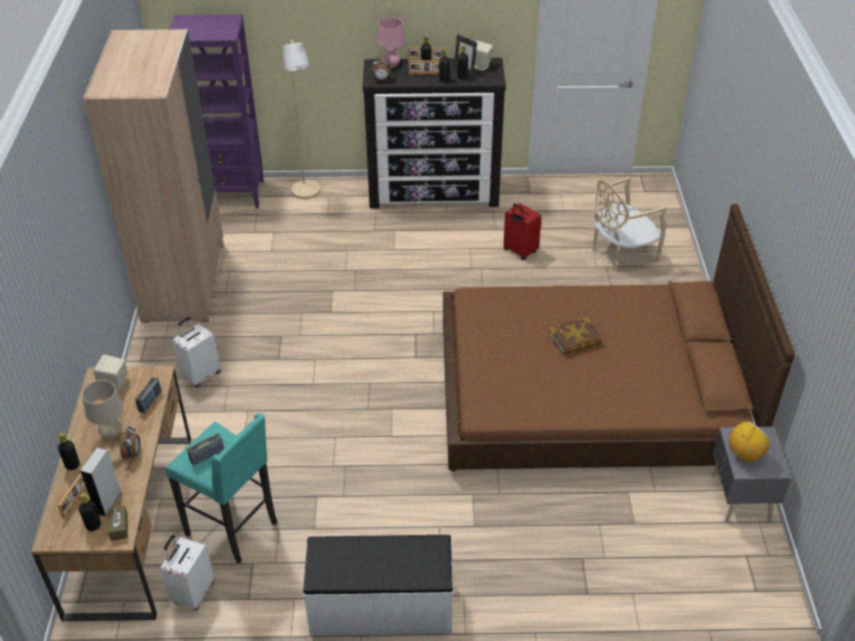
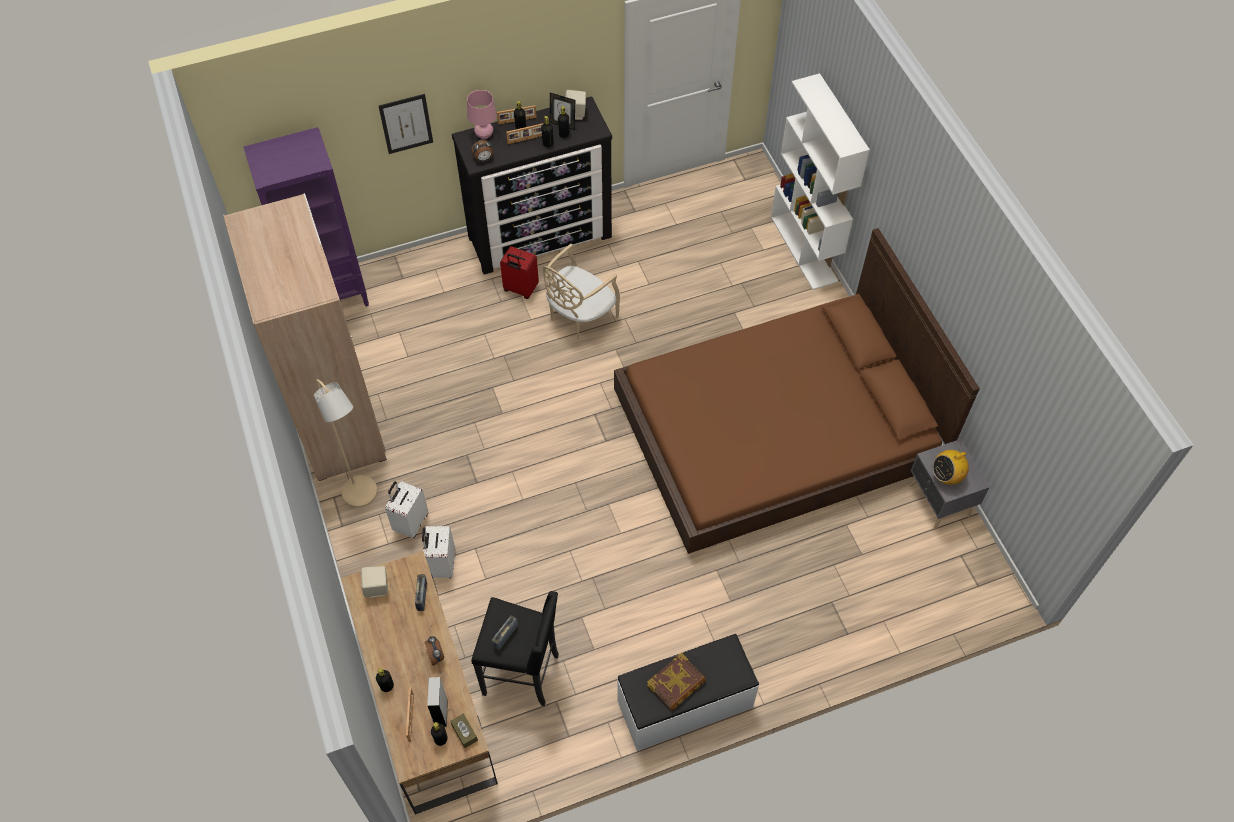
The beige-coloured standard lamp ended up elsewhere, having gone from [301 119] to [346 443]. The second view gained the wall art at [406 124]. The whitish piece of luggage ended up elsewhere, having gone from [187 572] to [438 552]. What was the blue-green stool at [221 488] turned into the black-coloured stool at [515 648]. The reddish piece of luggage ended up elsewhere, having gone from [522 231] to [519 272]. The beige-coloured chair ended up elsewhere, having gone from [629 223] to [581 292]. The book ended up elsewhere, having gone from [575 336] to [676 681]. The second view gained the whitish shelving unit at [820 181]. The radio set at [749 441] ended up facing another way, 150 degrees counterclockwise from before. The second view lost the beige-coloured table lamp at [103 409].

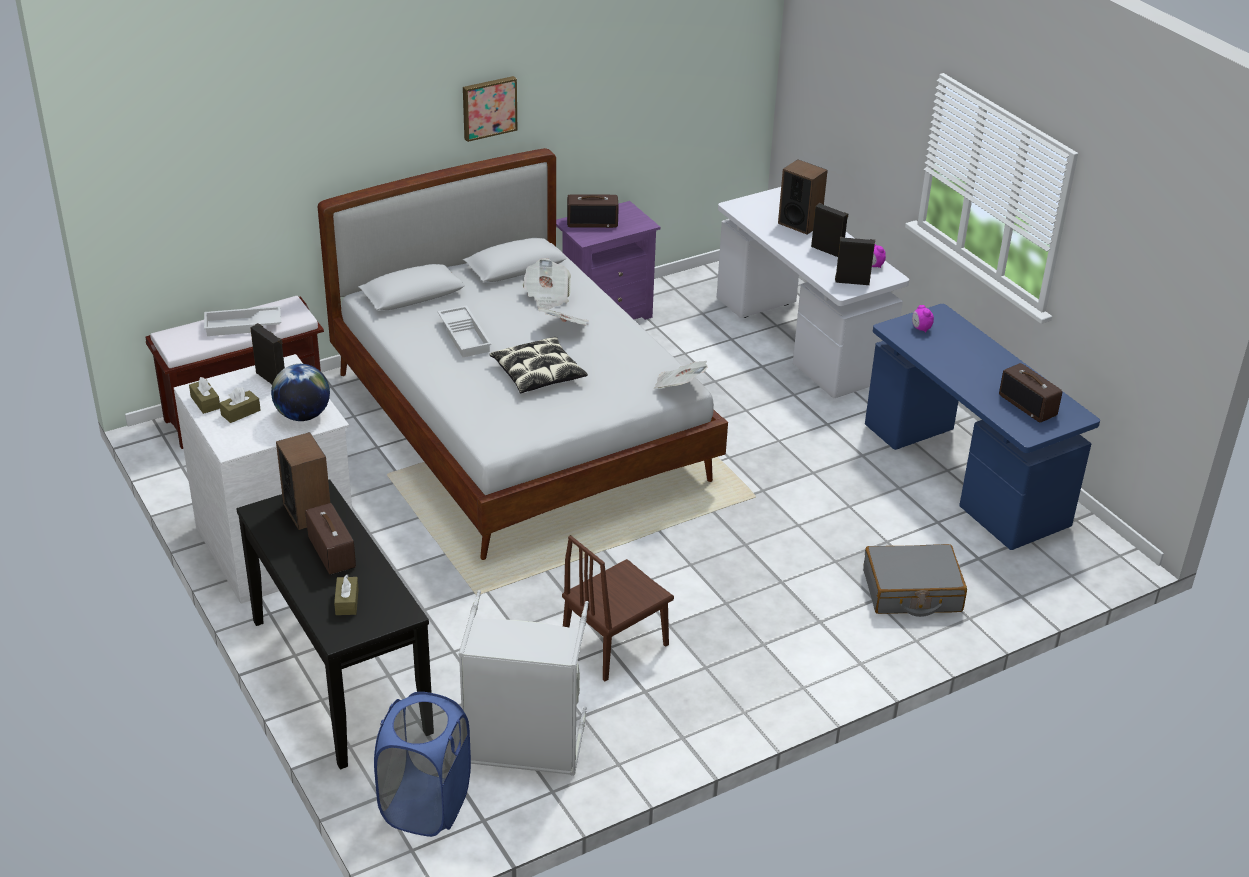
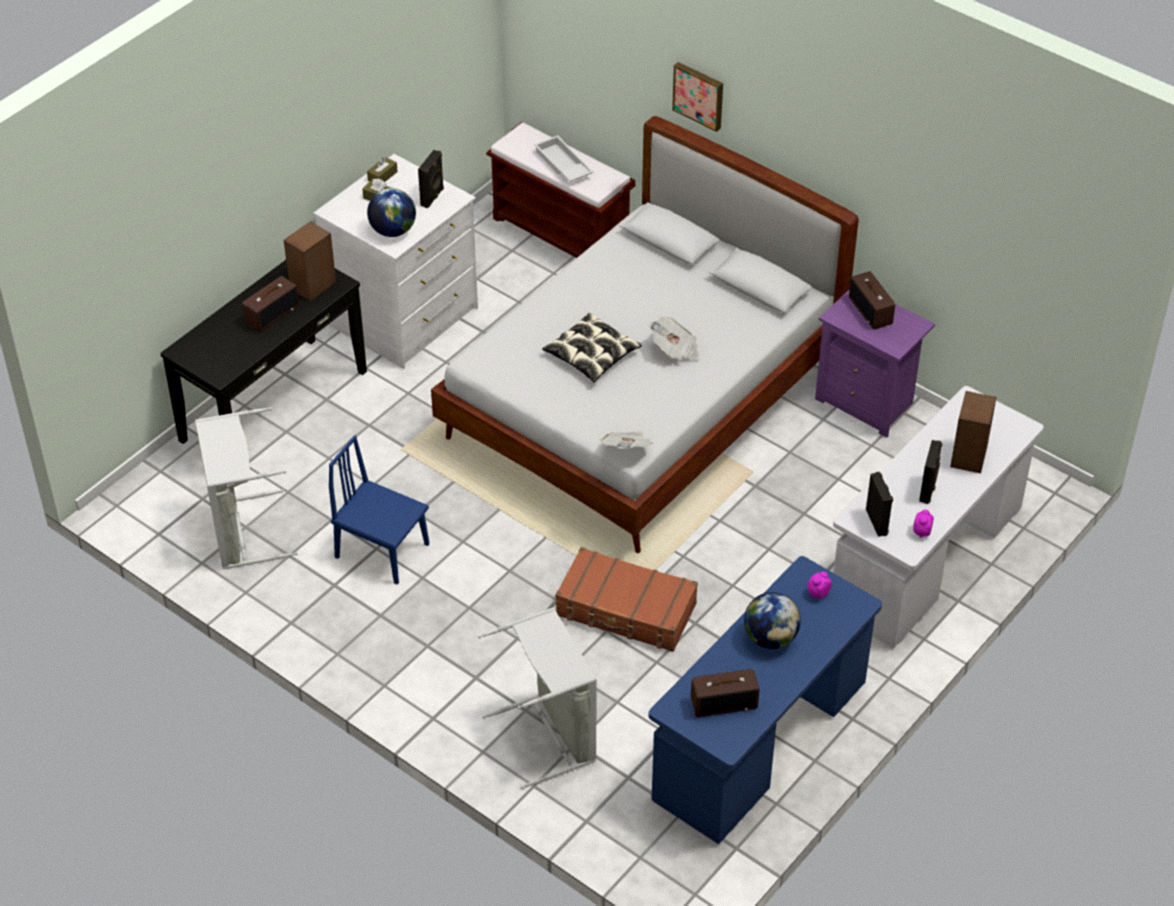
What was the brown chair at [618 608] turned into the blue-coloured chair at [379 509]. Where the grey piece of luggage stood at [915 580], the grey laundry basket came to stand at [537 698]. The second view gained the brown piece of luggage at [626 599]. The wall art ended up elsewhere, having gone from [490 109] to [697 97]. The radio set at [1030 392] ended up facing another way, 135 degrees counterclockwise from before. The second view gained the world globe at [772 620]. The second view lost the brown tissue holder at [346 594]. The second view lost the blue-coloured laundry basket at [422 764]. The second view lost the whitish tray at [464 331]. The second view lost the newspaper at [547 284].

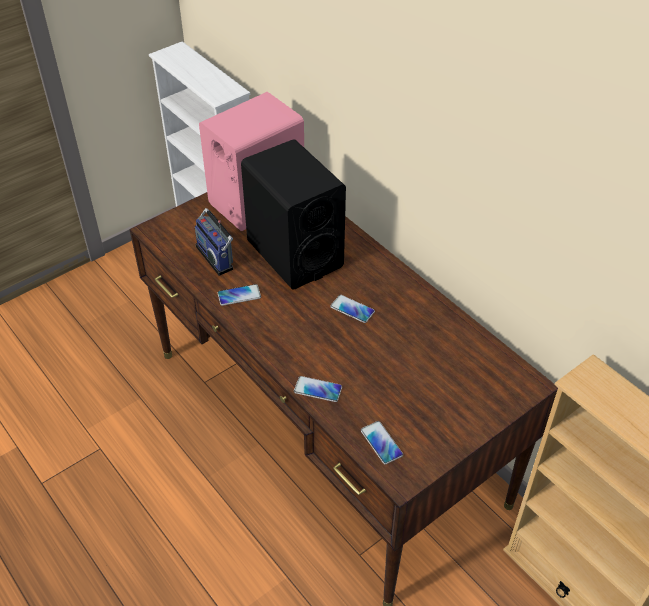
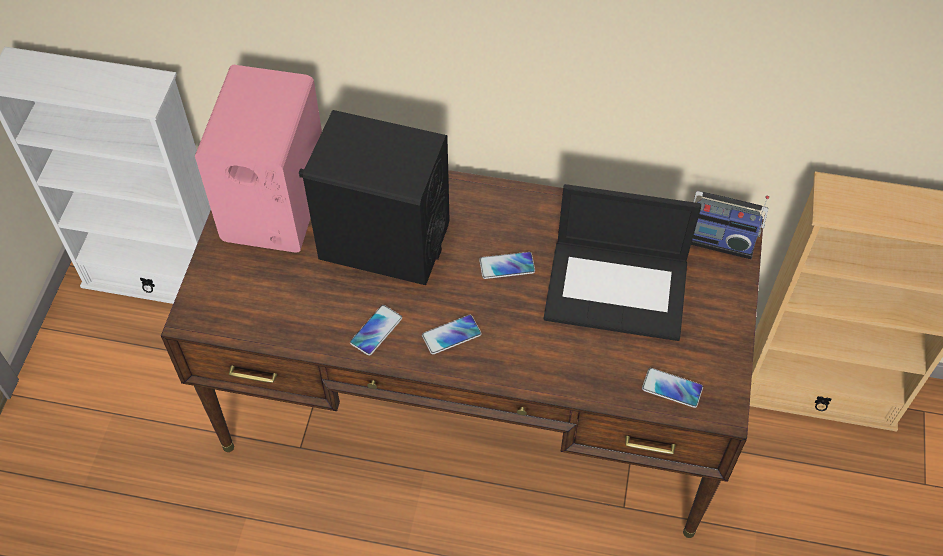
The handset ended up elsewhere, having gone from [318 389] to [451 334]. The second view gained the portable computer at [622 262]. The radio set ended up elsewhere, having gone from [214 242] to [730 225].

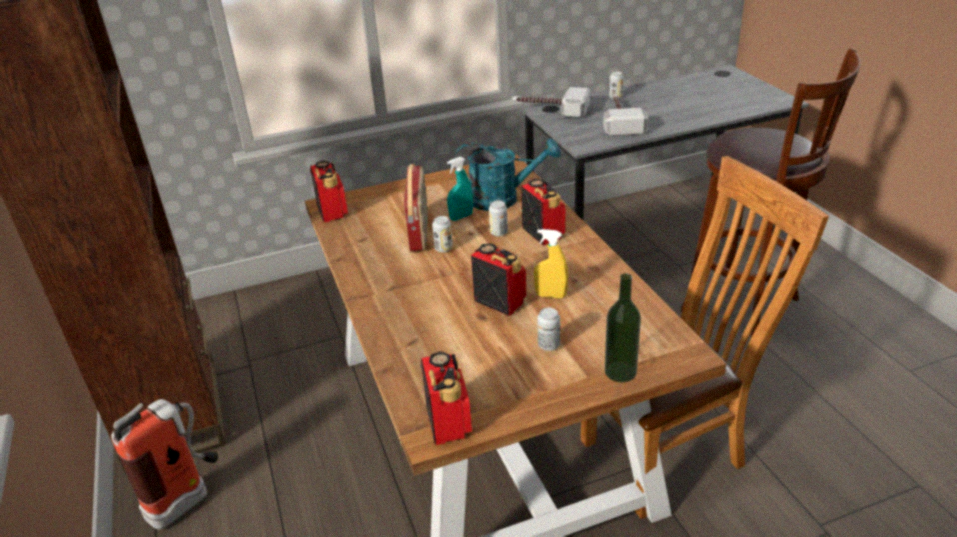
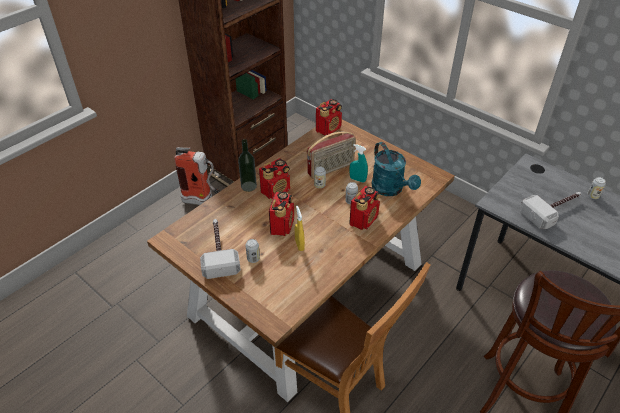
The hand hammer ended up elsewhere, having gone from [551 102] to [220 249]. The beverage bottle ended up elsewhere, having gone from [623 327] to [247 165]. The radio set ended up elsewhere, having gone from [446 398] to [274 178].

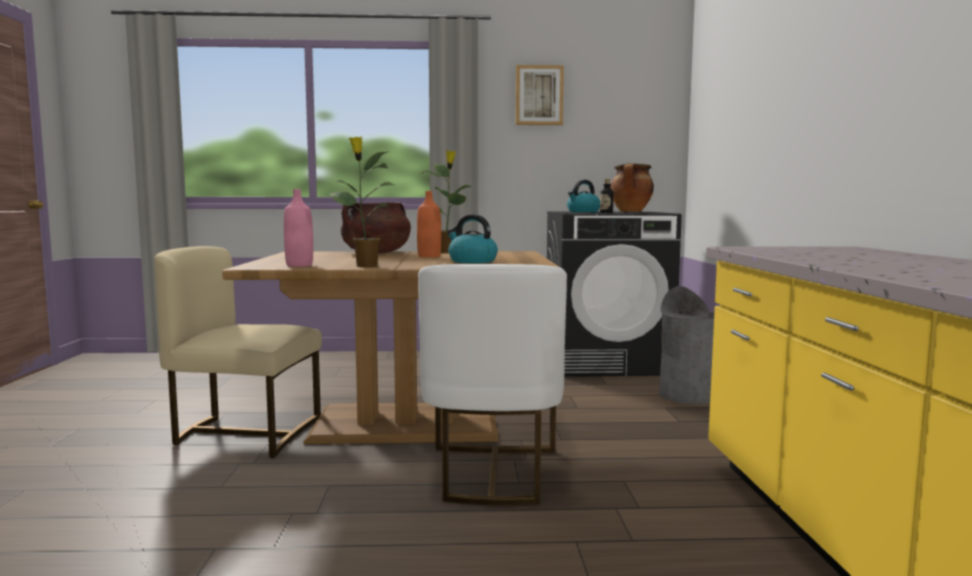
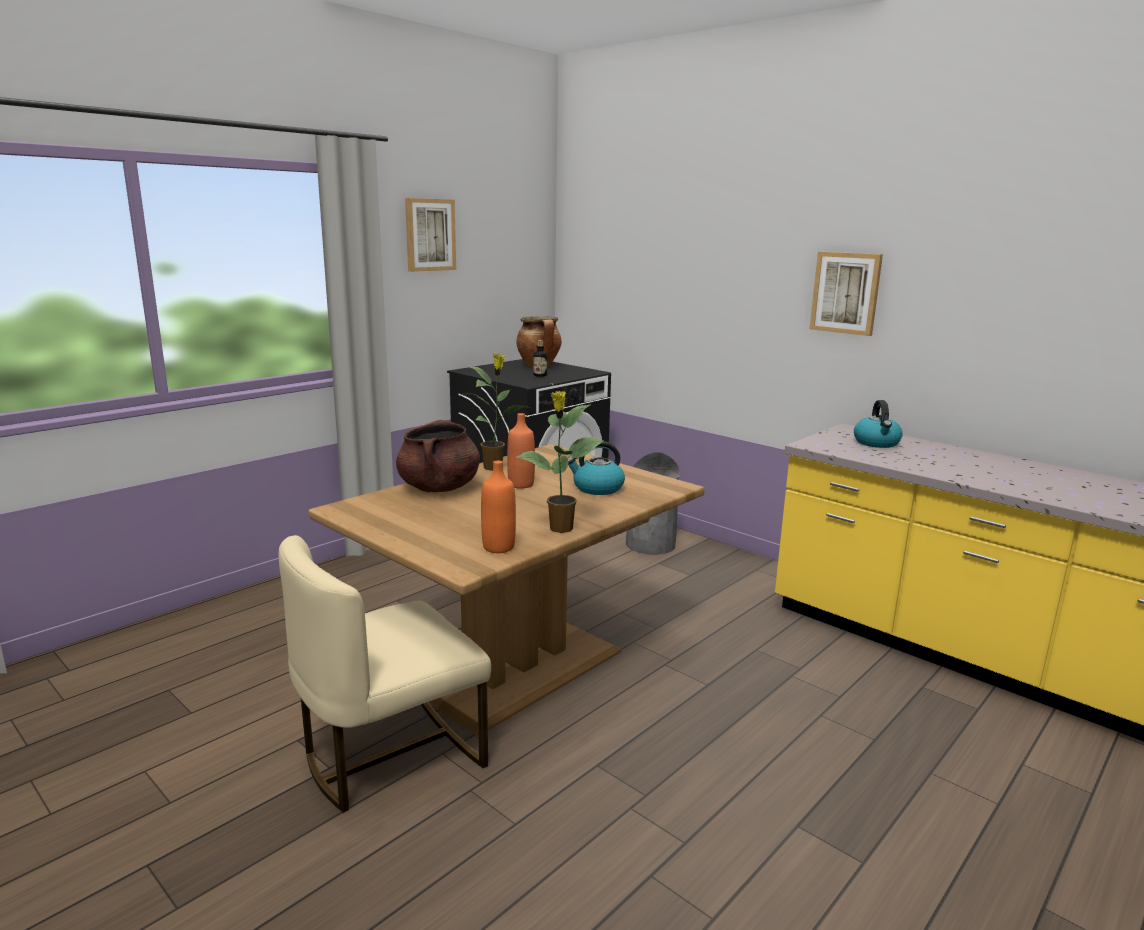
What was the pink beverage bottle at [298 228] turned into the orange beverage bottle at [498 506]. The second view gained the wall art at [846 294]. The kettle ended up elsewhere, having gone from [583 196] to [878 424]. The second view lost the whitish chair at [492 384].

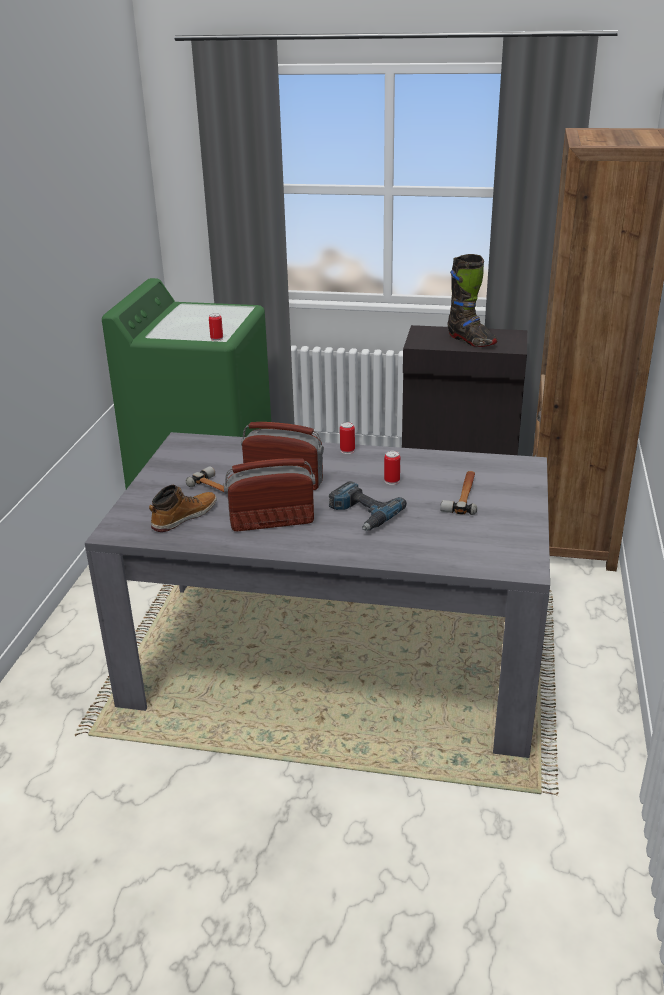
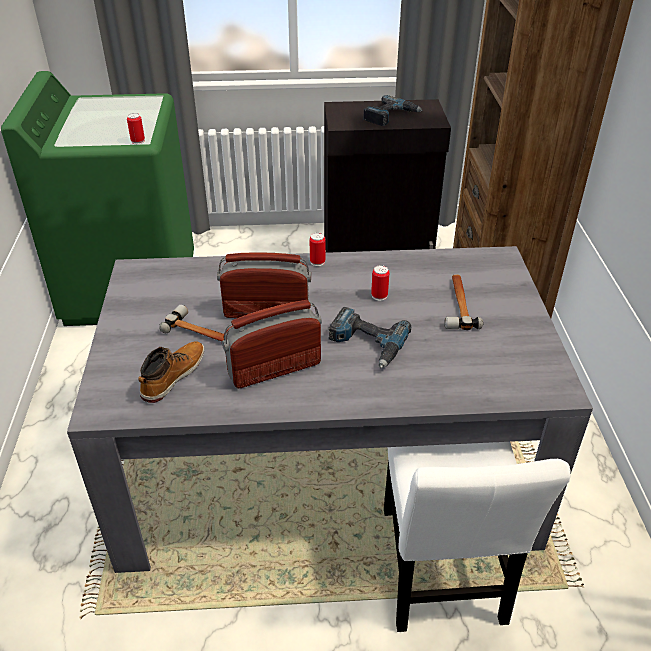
Where the black-coloured high-top boot stood at [472 300], the power drill came to stand at [393 110]. The second view gained the whitish chair at [477 537].

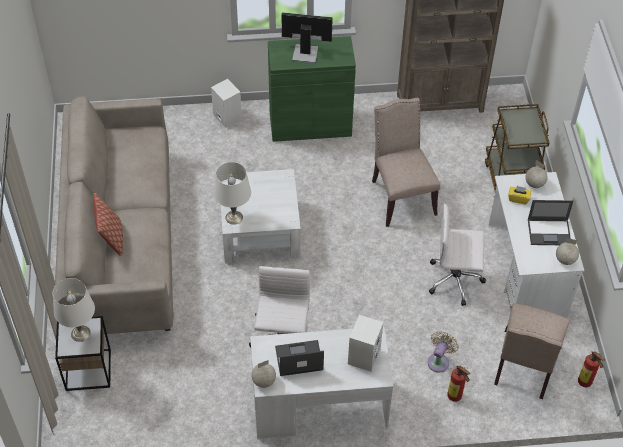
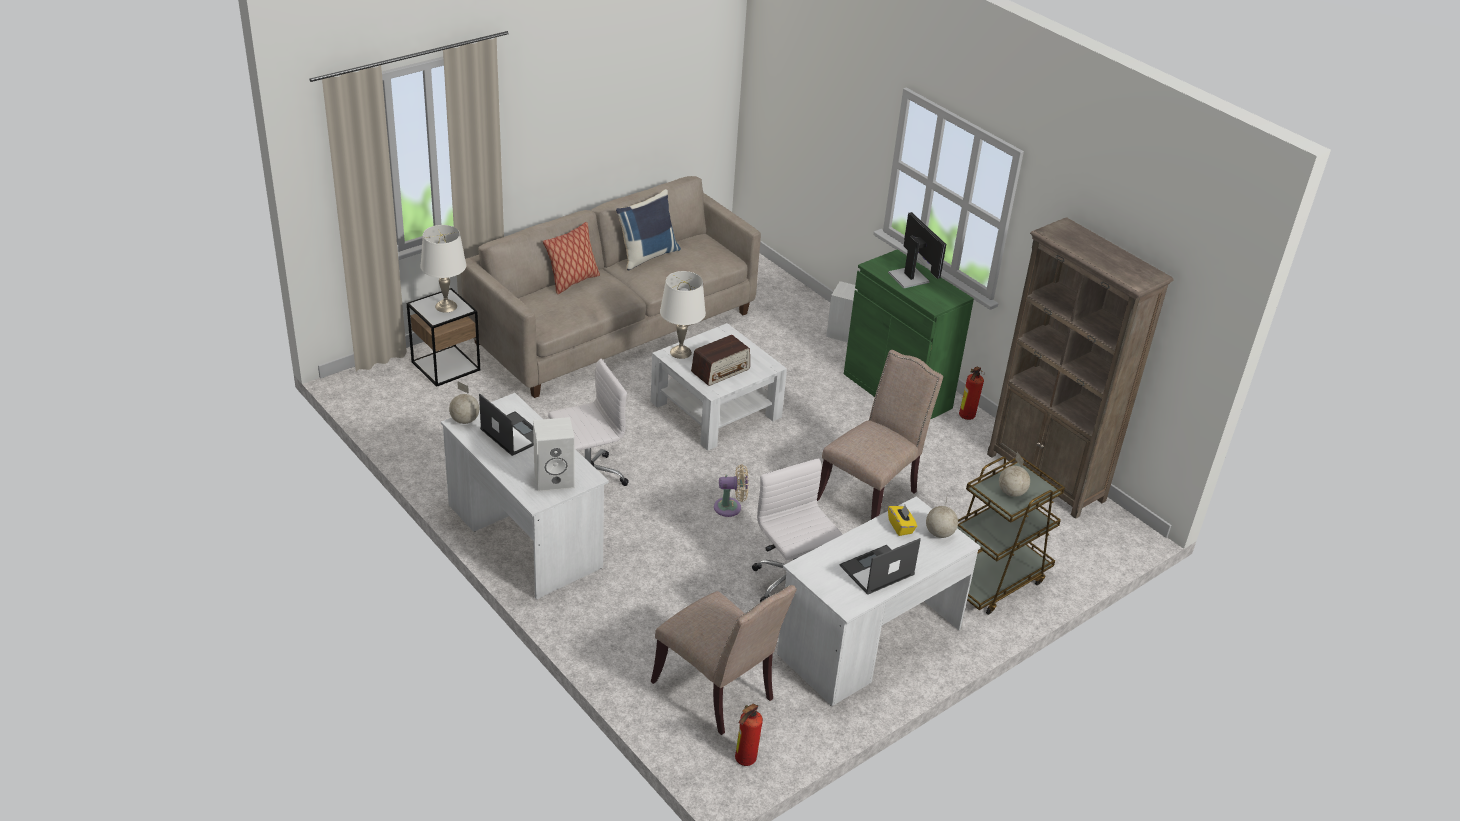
The second view gained the blue-coloured throw pillow at [648 230]. The beige-coloured chair at [532 351] ended up facing another way, 120 degrees counterclockwise from before. The second view gained the radio set at [720 360]. The beige-coloured electric fan ended up elsewhere, having gone from [443 351] to [731 490]. The portable computer at [550 222] ended up facing another way, 90 degrees clockwise from before. The fire-fighting cylinder ended up elsewhere, having gone from [458 384] to [972 393]. The world globe ended up elsewhere, having gone from [567 251] to [1014 474].

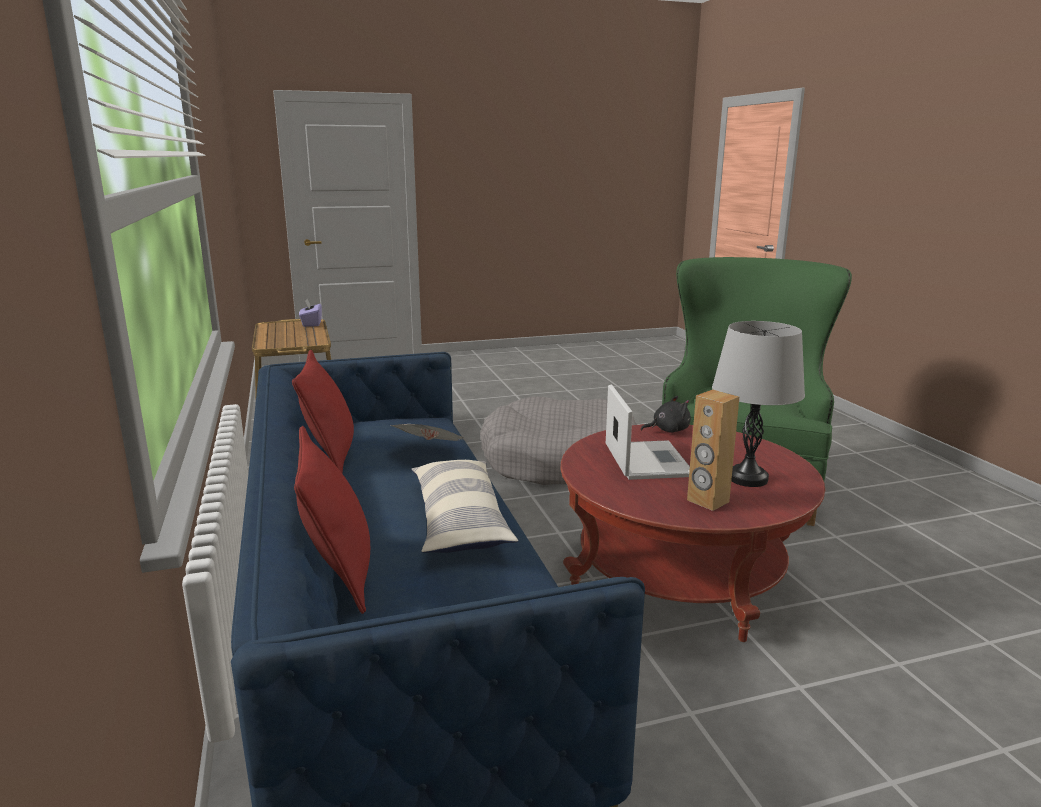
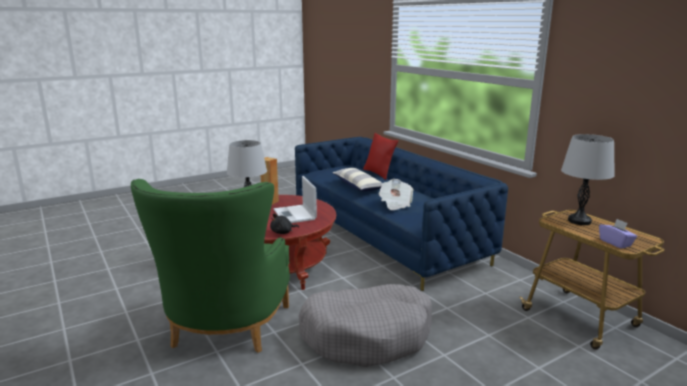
The second view gained the grey table lamp at [588 179]. The second view lost the reddish throw pillow at [323 411].

